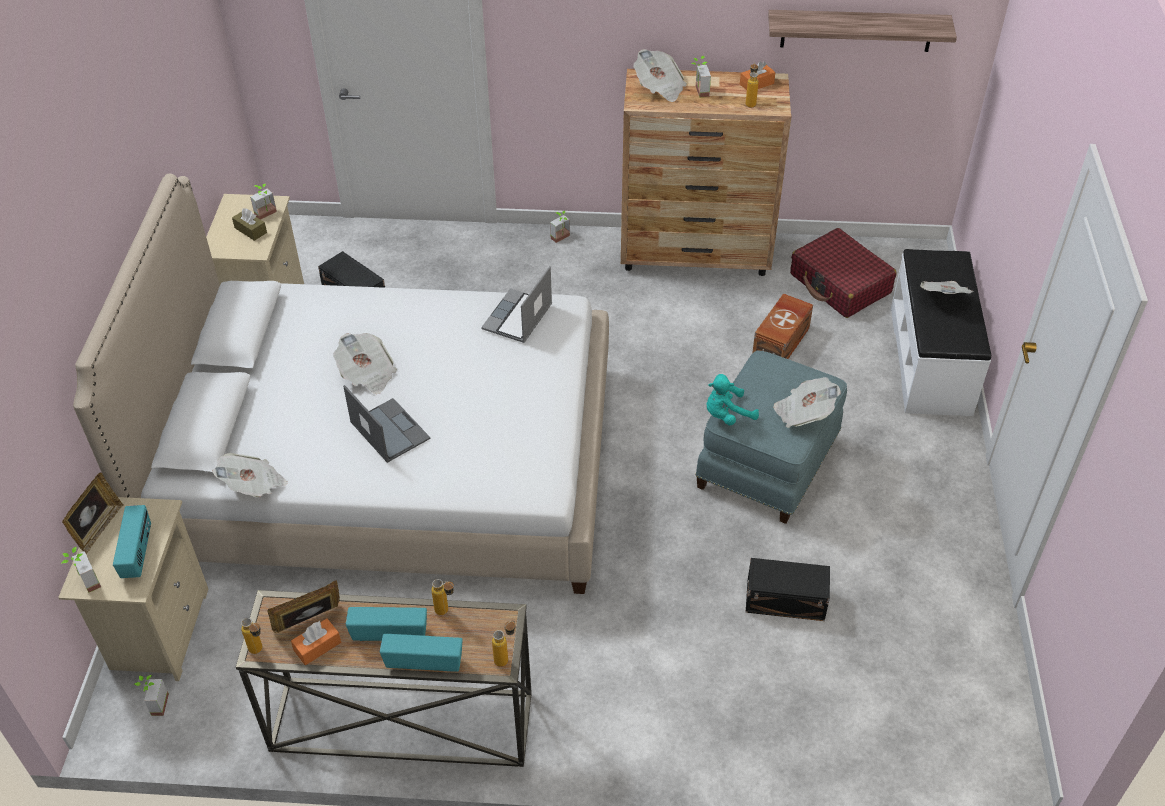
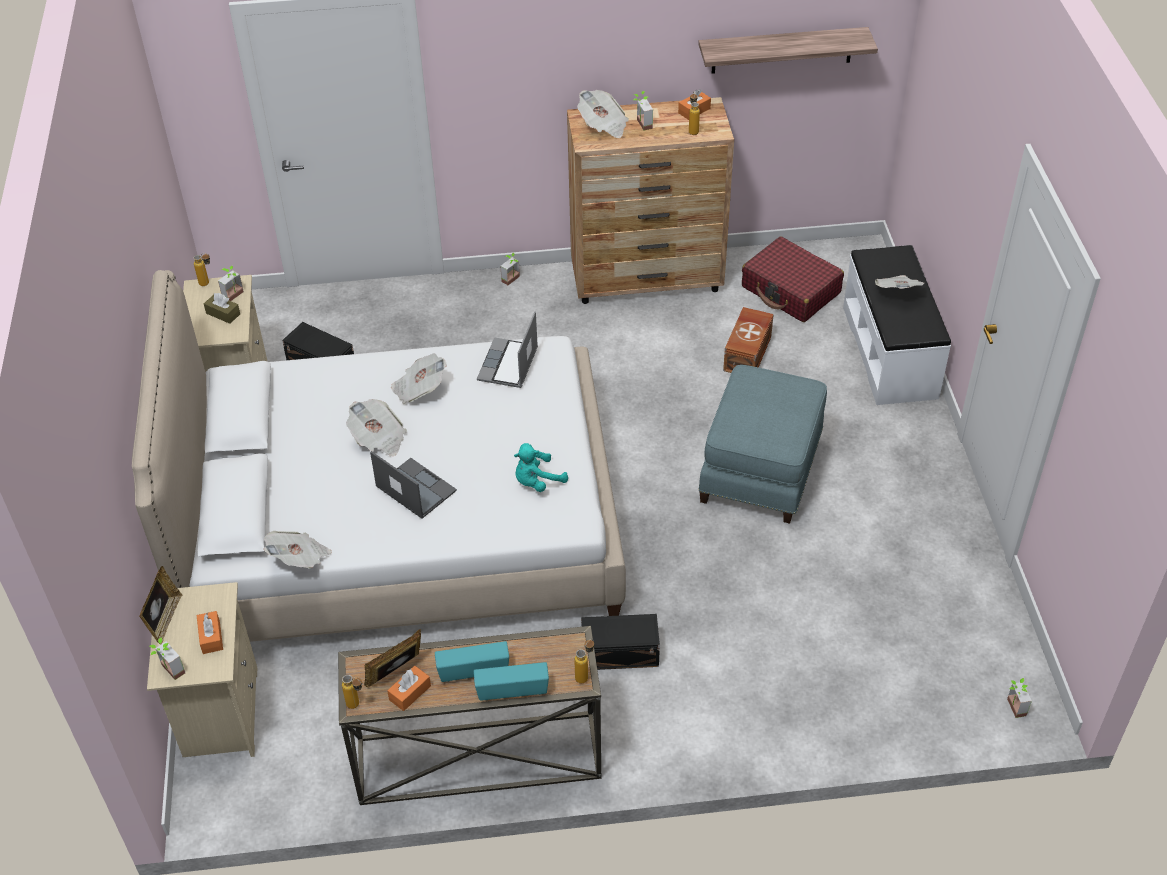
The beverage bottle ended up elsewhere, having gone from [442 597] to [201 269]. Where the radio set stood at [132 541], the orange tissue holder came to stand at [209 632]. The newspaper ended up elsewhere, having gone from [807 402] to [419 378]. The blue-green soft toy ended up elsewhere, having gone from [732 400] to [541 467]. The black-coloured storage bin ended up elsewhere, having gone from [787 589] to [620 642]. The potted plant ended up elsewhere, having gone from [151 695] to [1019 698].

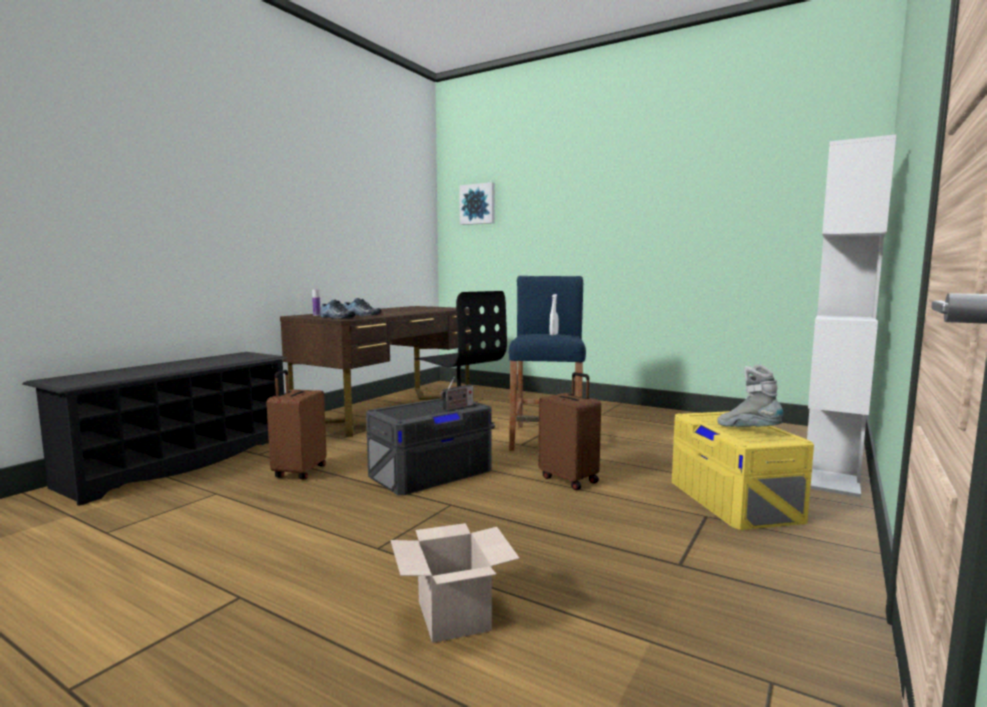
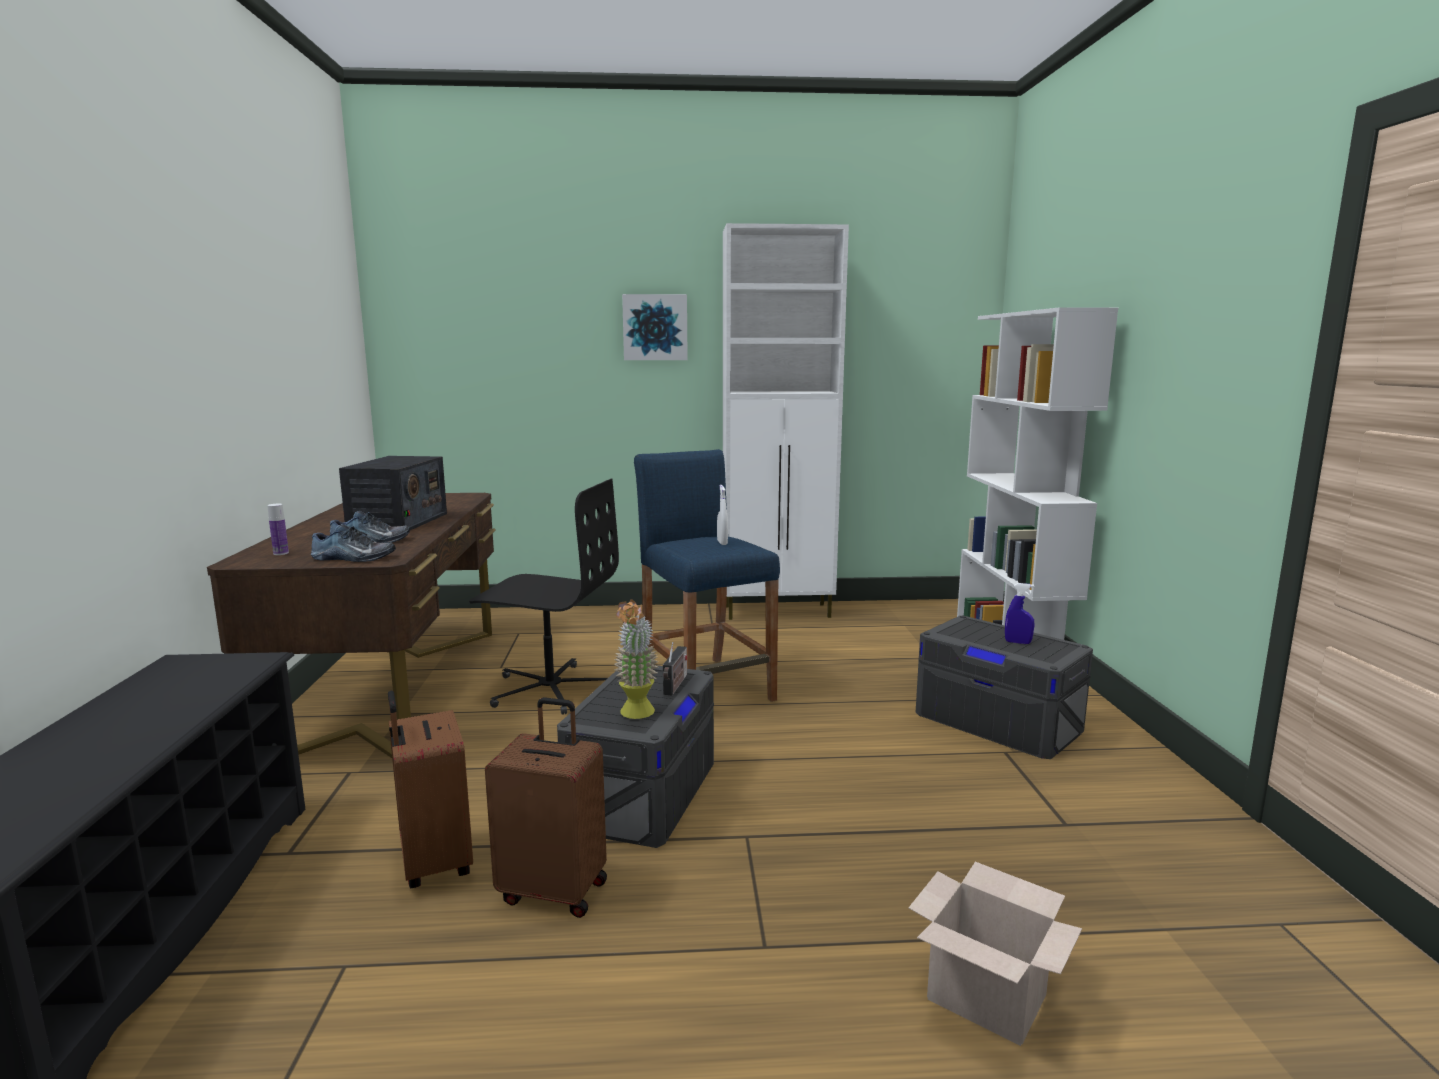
The second view gained the radio set at [393 493]. The brown piece of luggage ended up elsewhere, having gone from [569 431] to [546 807]. The second view gained the potted plant at [636 659]. The wall art ended up elsewhere, having gone from [477 203] to [655 327]. The second view gained the whitish cabinet at [786 421]. What was the yellow-coloured storage bin at [743 470] turned into the grey storage bin at [1004 687]. Where the grey high-top boot stood at [750 395], the blue-coloured sprayer came to stand at [1019 613].

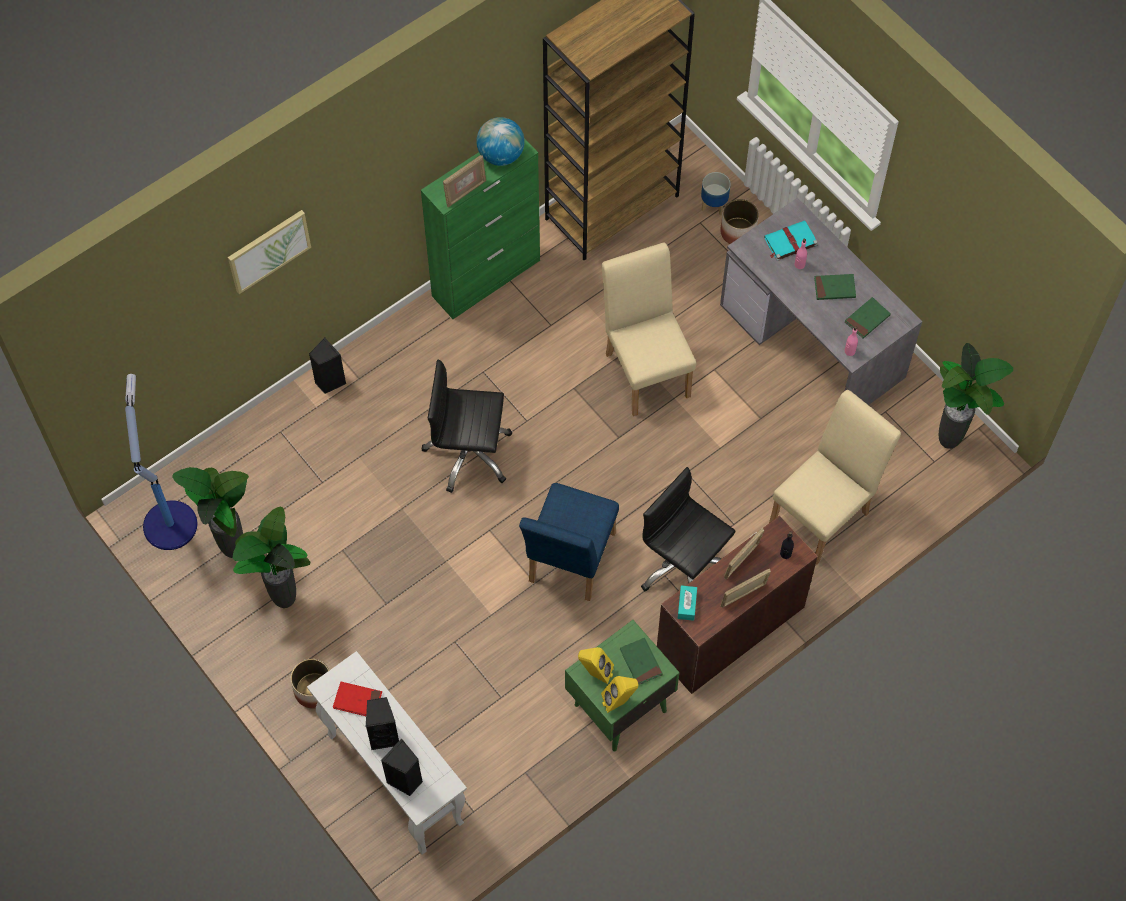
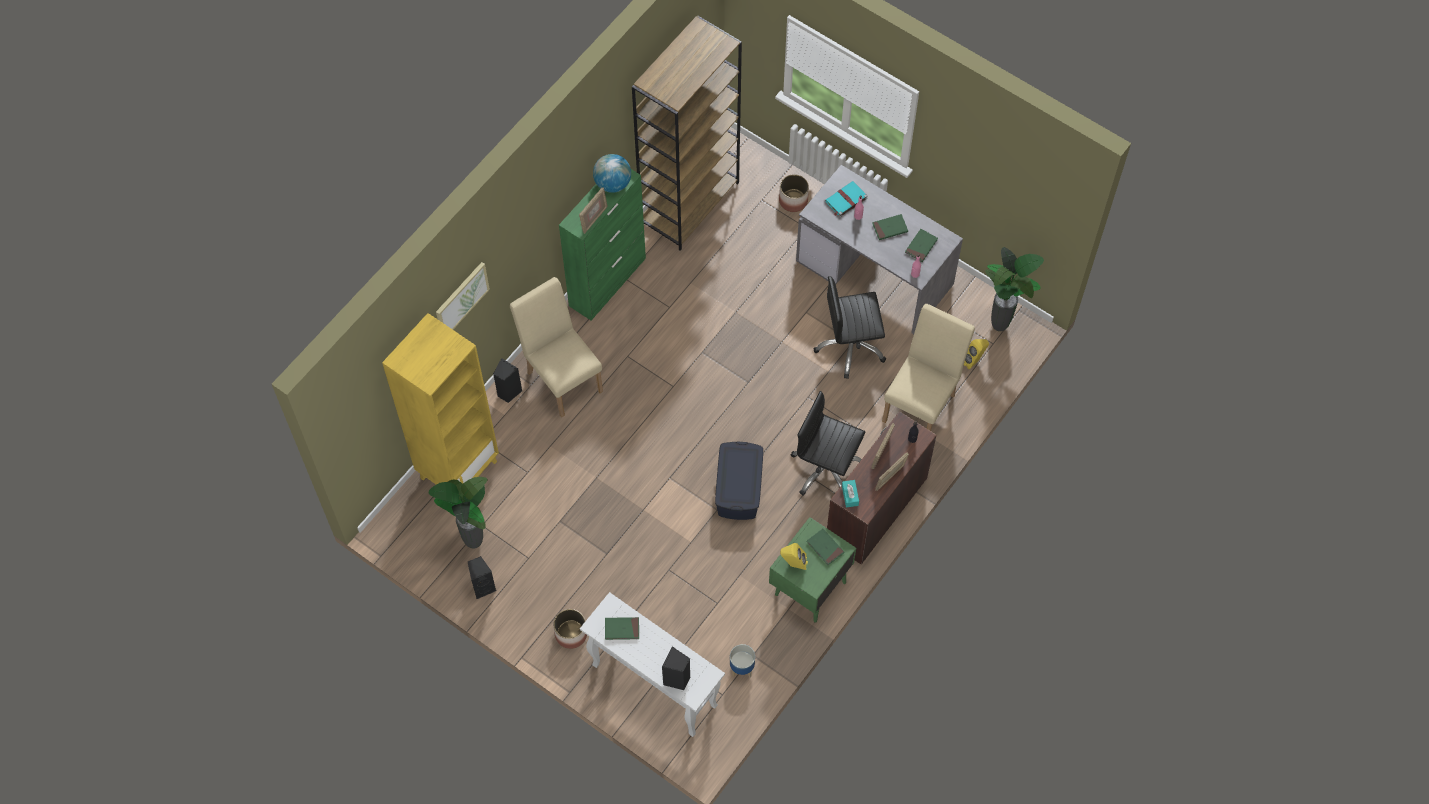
The second view gained the yellow-coloured shelving unit at [440 399]. The black-coloured audio speaker ended up elsewhere, having gone from [382 723] to [482 577]. The beige-coloured chair ended up elsewhere, having gone from [648 329] to [556 347]. What was the reddish book at [357 699] turned into the greenish book at [622 628]. Where the blue-coloured chair stood at [569 542], the blue-coloured storage bin came to stand at [739 480]. The planter ended up elsewhere, having gone from [715 193] to [742 660]. The black-coloured desk chair ended up elsewhere, having gone from [466 426] to [849 327]. The yellow-coloured audio speaker ended up elsewhere, having gone from [619 694] to [976 354]. The second view lost the standard lamp at [161 462]. The second view lost the potted plant at [272 557].

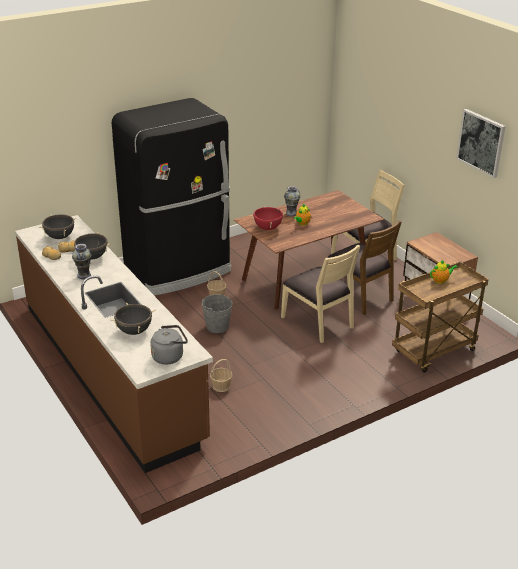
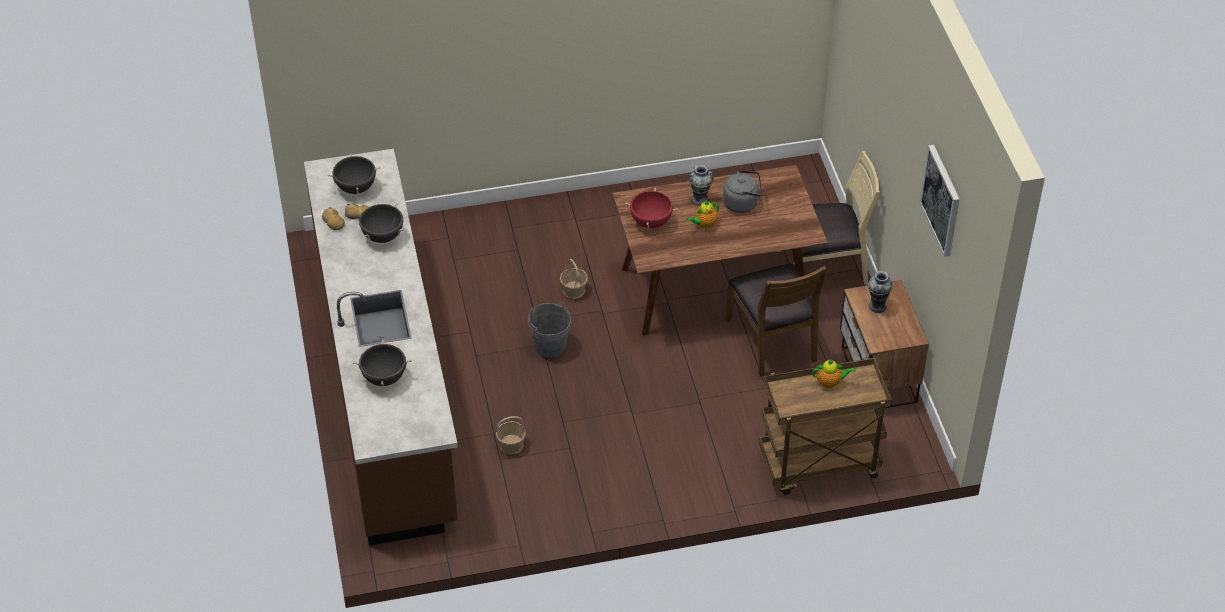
The grey kettle ended up elsewhere, having gone from [169 344] to [742 191]. The flower vase ended up elsewhere, having gone from [81 261] to [880 292]. The second view lost the black-coloured kitchen fridge at [171 196]. The second view lost the beige-coloured chair at [320 294].

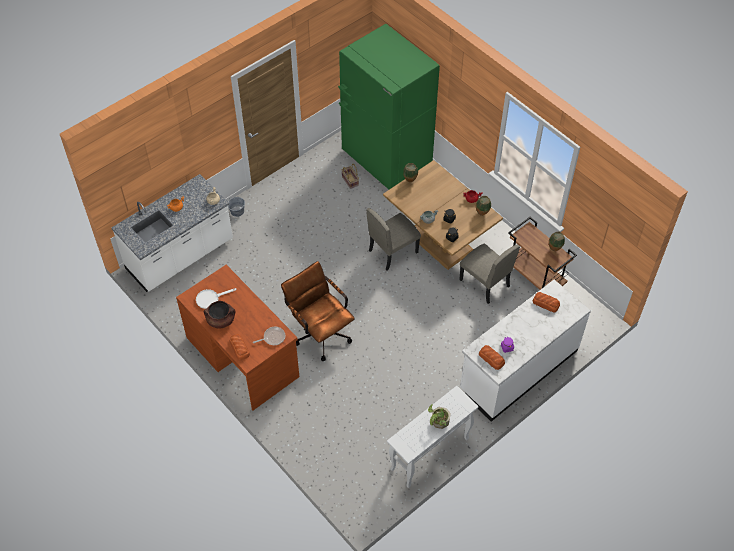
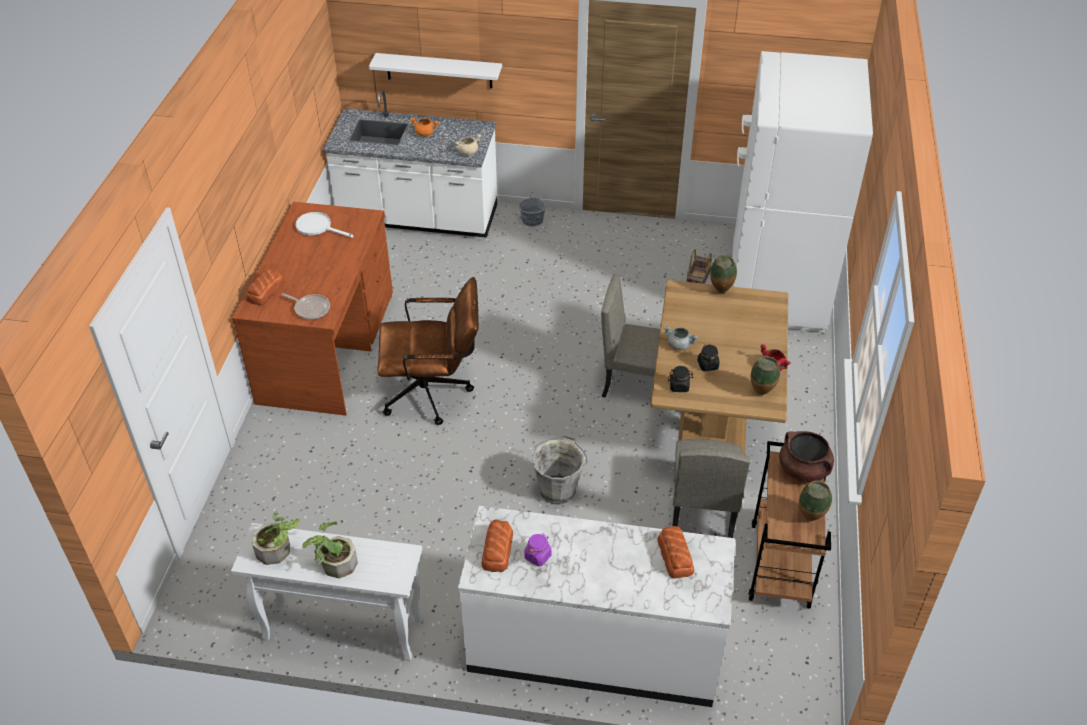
The second view gained the potted plant at [276 537]. The second view gained the whitish bracket shelf at [435 70]. The brown desk chair at [318 311] ended up facing another way, 75 degrees clockwise from before. The second view gained the grey water bucket at [559 470]. What was the greenish kitchen fridge at [389 107] turned into the whitish kitchen fridge at [802 191]. The brown saucepot ended up elsewhere, having gone from [220 315] to [806 457].

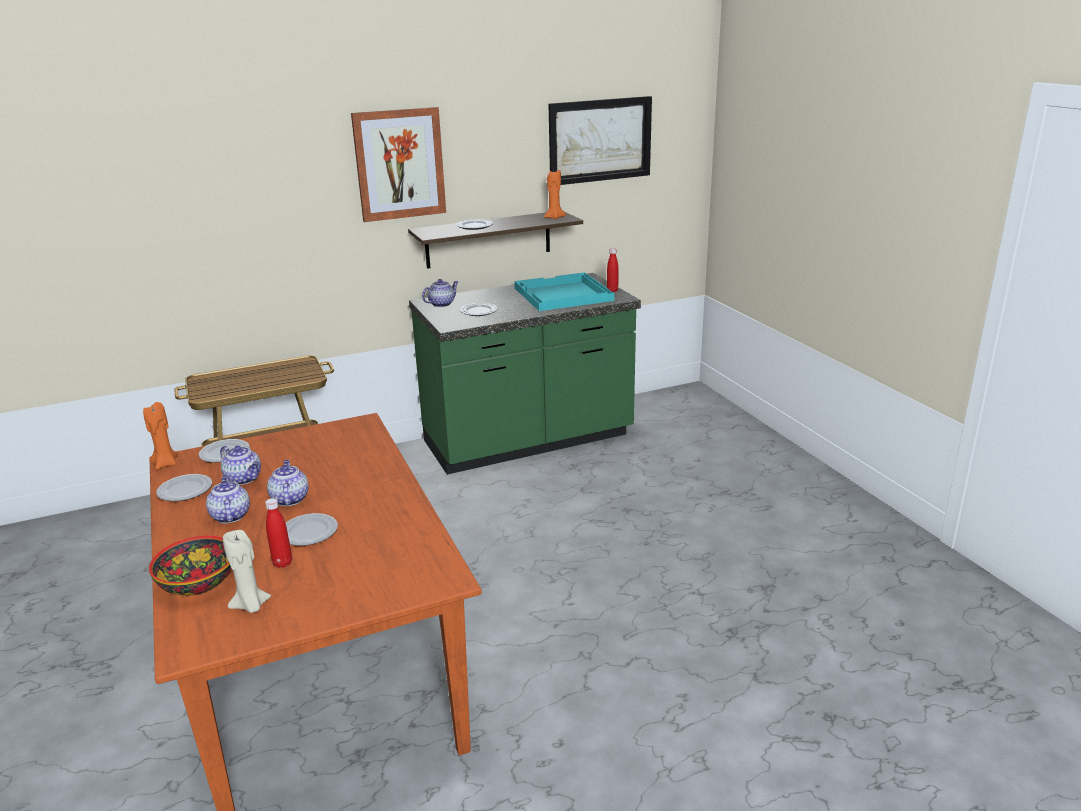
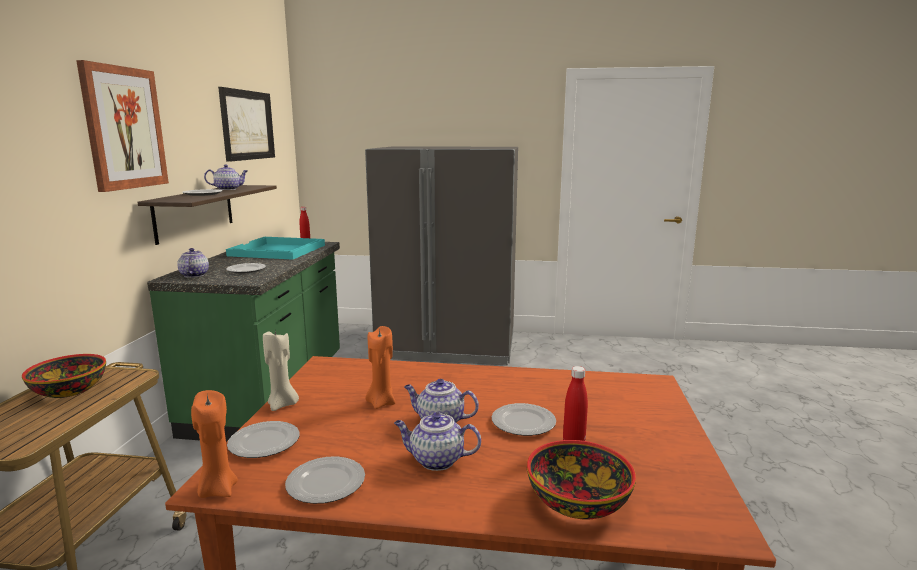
The second view gained the bowl at [64 376]. The pot for tea ended up elsewhere, having gone from [240 465] to [226 177]. The beige-coloured wax light ended up elsewhere, having gone from [247 571] to [281 371]. The second view gained the grey kitchen fridge at [441 256]. The orange wax light ended up elsewhere, having gone from [555 194] to [380 367].

